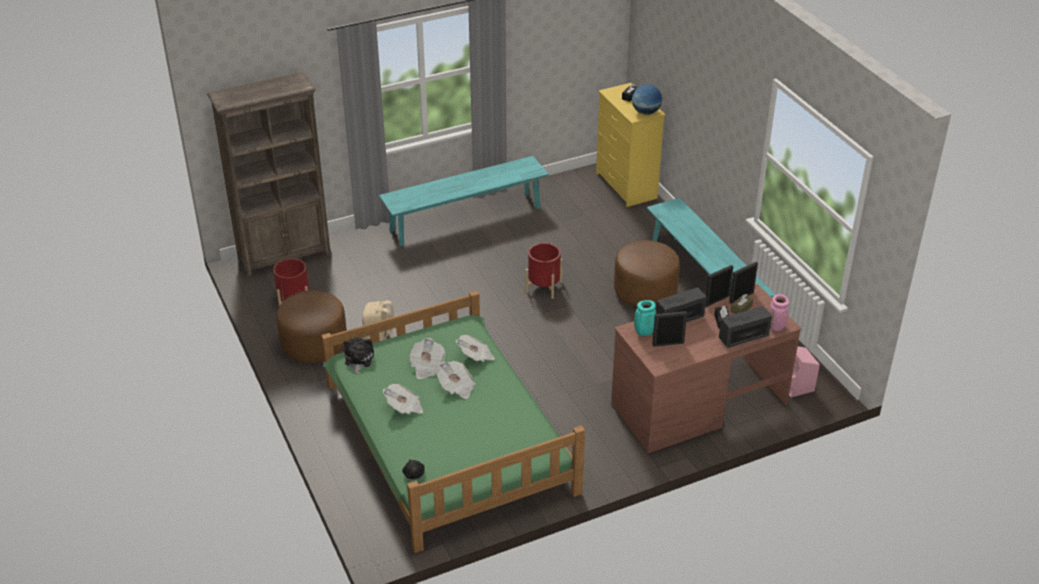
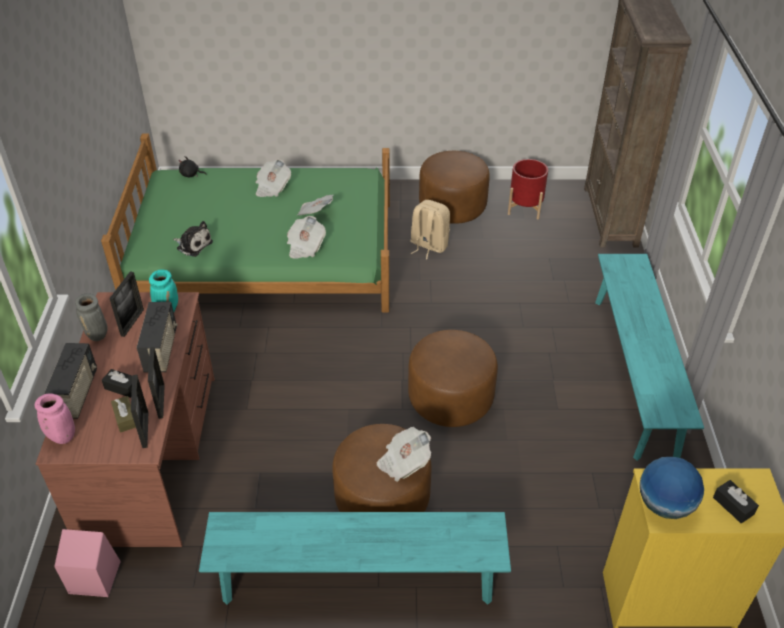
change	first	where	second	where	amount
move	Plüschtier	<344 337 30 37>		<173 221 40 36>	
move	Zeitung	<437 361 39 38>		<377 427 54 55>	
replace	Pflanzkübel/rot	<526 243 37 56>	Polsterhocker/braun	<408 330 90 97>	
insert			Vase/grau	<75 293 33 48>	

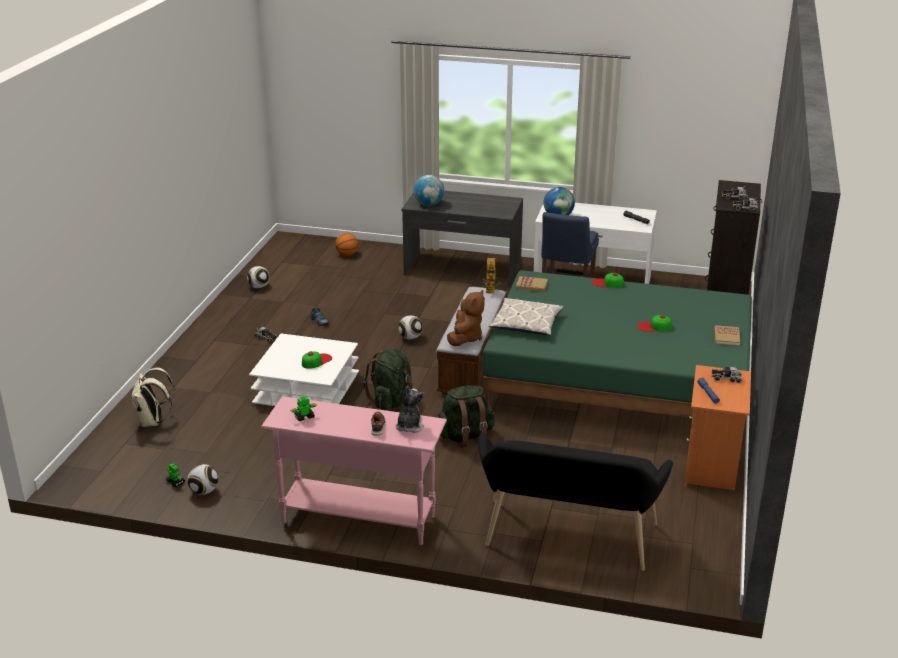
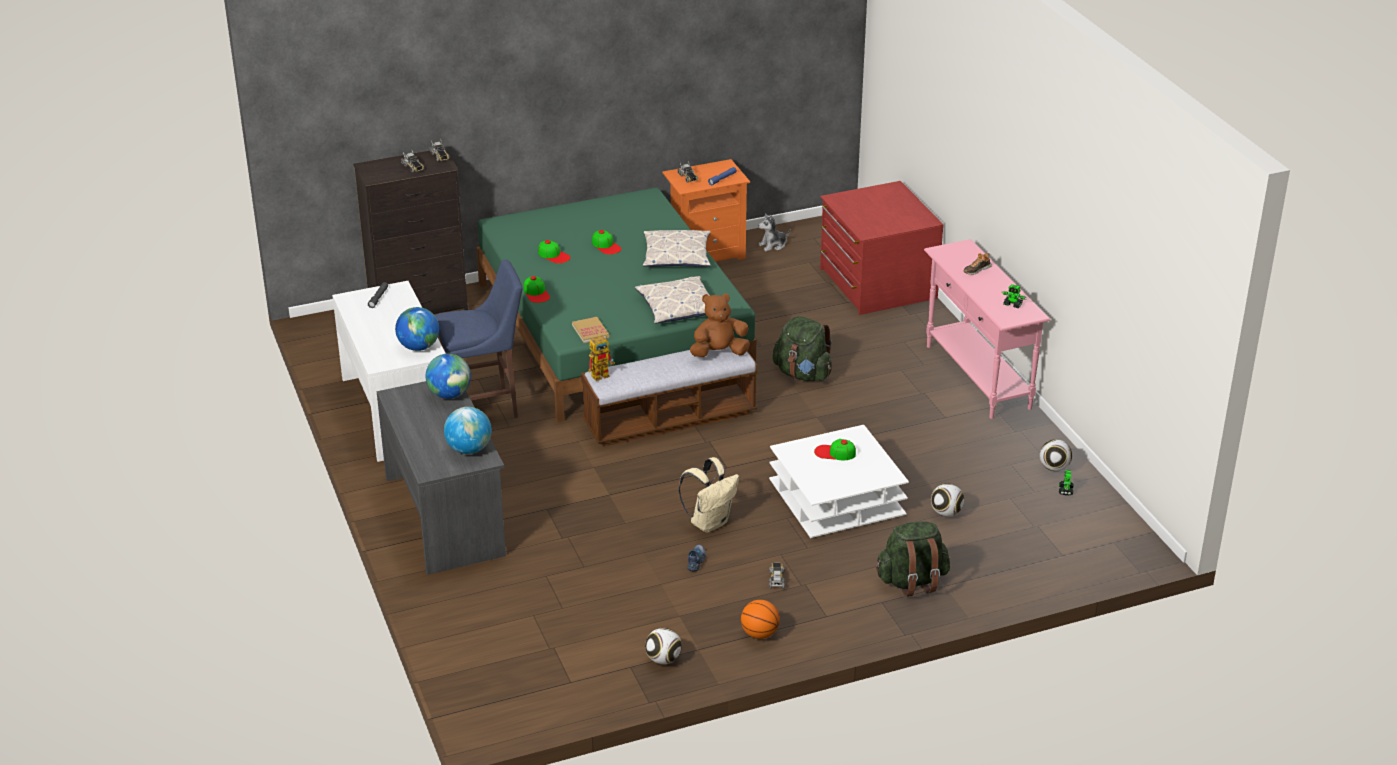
change	first	where	second	where	amount
move	Rucksack/beige	<132 368 43 59>		<679 457 60 75>	
move	Basketball	<335 233 24 23>		<741 600 39 39>	
move	Rucksack/grün	<363 348 50 62>		<876 522 74 75>	
move	Plüschtier	<396 386 28 47>		<758 213 32 38>	
move	Fußball	<398 315 25 25>		<931 483 33 33>	
replace	Bank/schwarz	<478 434 195 137>	Kommode/rot	<820 181 124 134>	
delete	Buch	<714 325 26 21>			
insert			Globus	<426 354 45 45>	
insert			Kappe	<538 240 33 24>	
insert			Kissen	<643 230 68 37>	

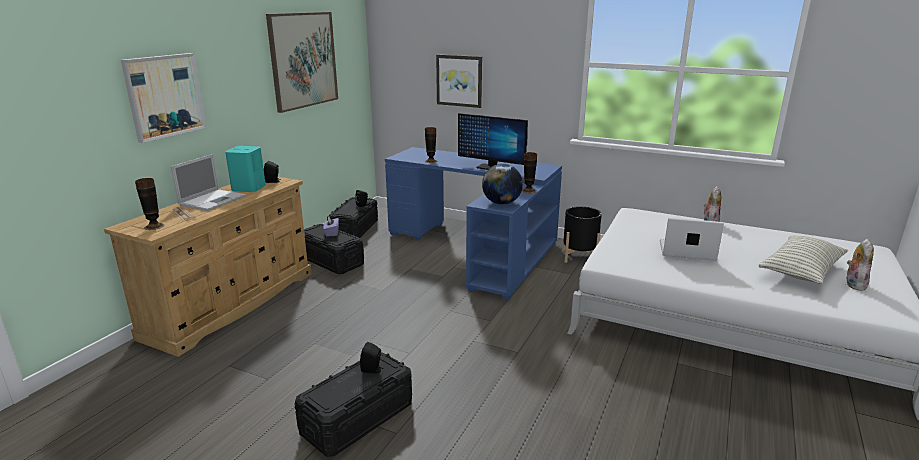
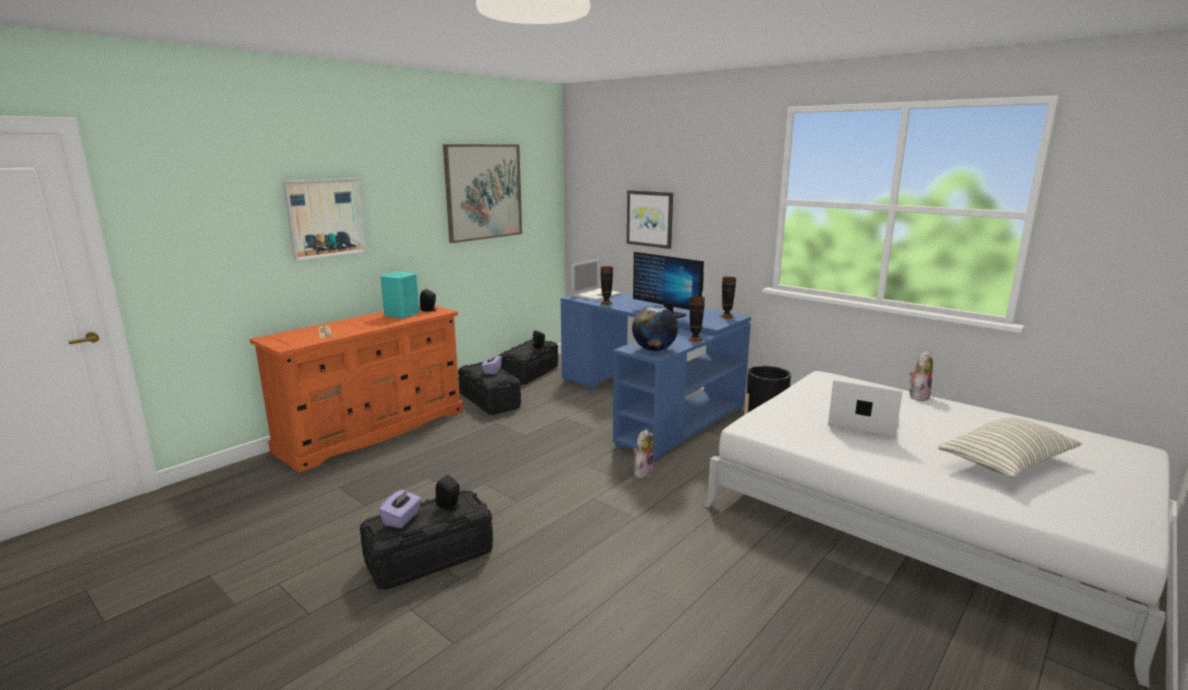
change	first	where	second	where	amount
recolor	Kommode/beige	<104 177 208 180>	Kommode/orange	<250 304 213 169>	
move	Vase	<135 178 30 52>		<719 277 17 42>	
move	Laptop	<171 154 75 57>		<572 259 50 42>	
move	Plüschtier	<847 239 27 52>		<633 429 21 49>	
insert			Taschentuchbox/lila	<379 490 43 38>	

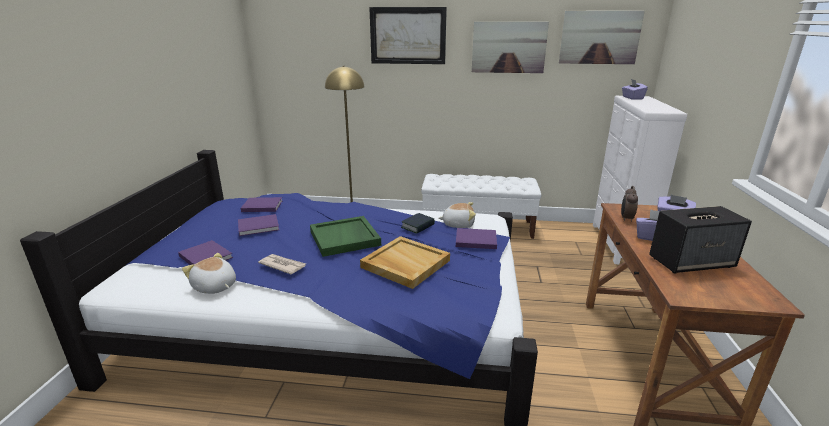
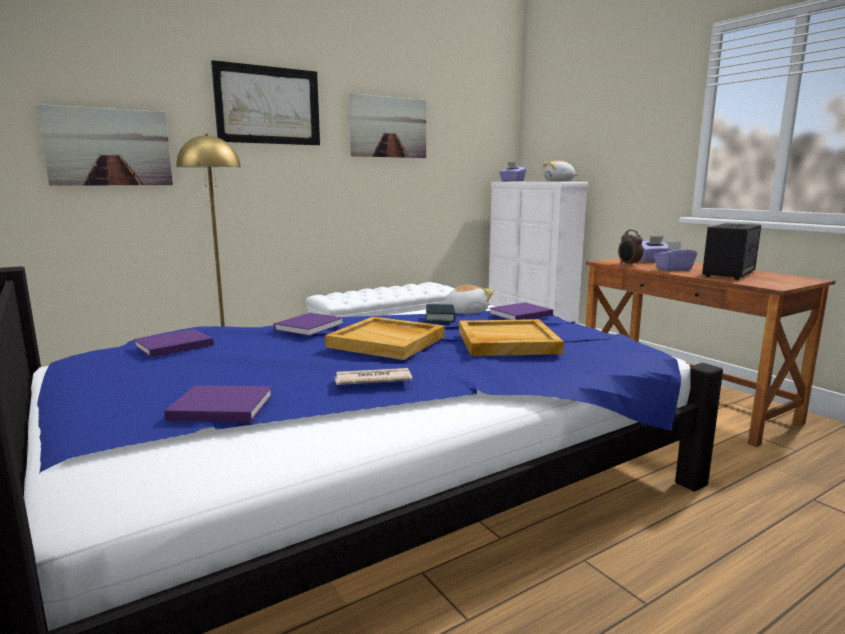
change	first	where	second	where	amount
move	Plüschtier	<182 253 54 41>		<543 160 35 21>	
move	Buch/lila	<238 214 41 22>		<274 313 70 23>	
recolor	Tablett/grün	<310 216 71 41>	Tablett/beige	<325 317 120 43>	
move	Bild	<559 11 86 53>		<37 104 136 82>	

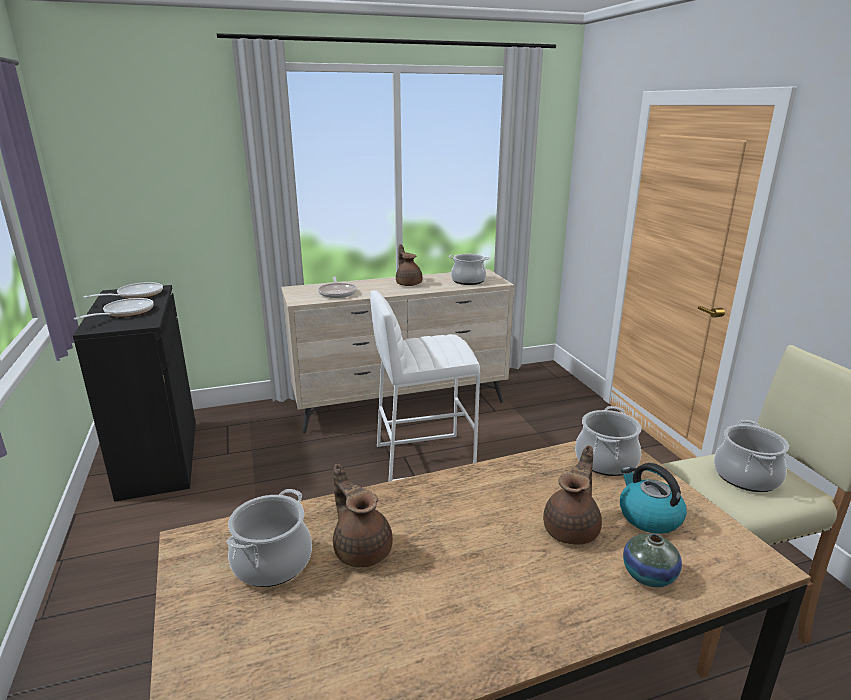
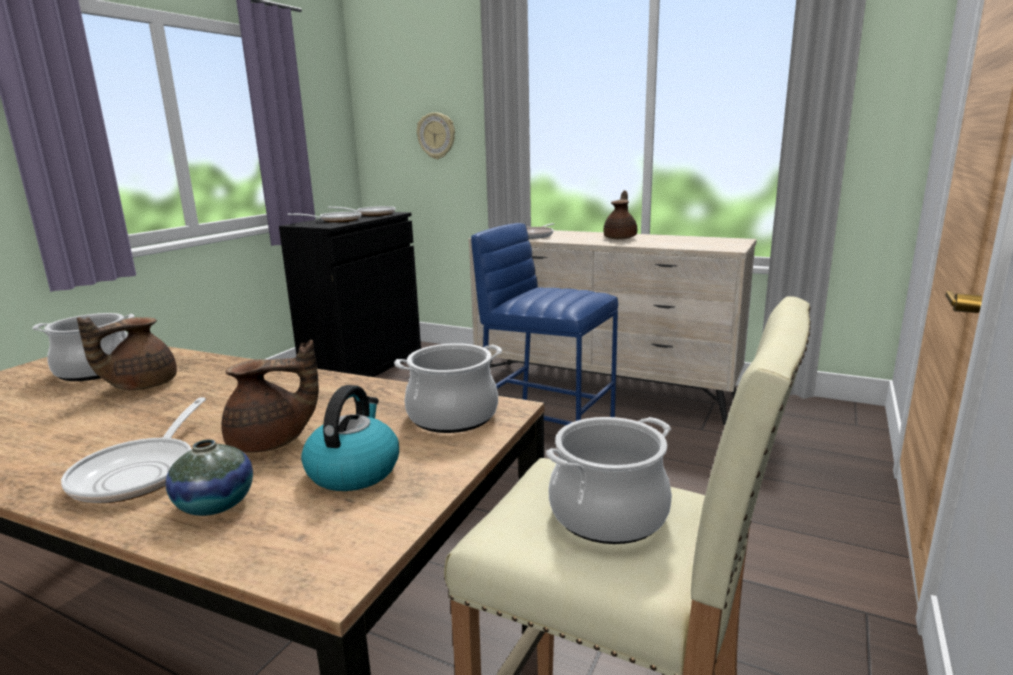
change	first	where	second	where	amount
rotate	Teekanne/braun	<333 464 60 103>		<77 317 100 73>	150 degrees counterclockwise
recolor	Hocker/weiß	<370 290 110 192>	Hocker/blau	<471 223 147 202>	
delete	Kochtopf	<449 254 41 31>			
insert			Pfanne	<61 397 145 106>	
insert			Wanduhr	<417 112 38 47>	

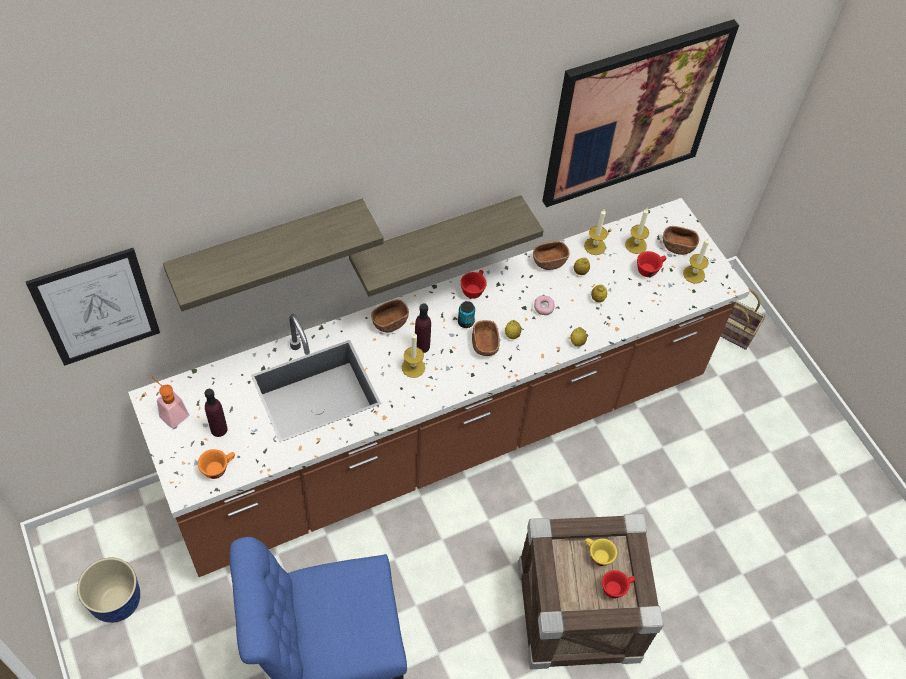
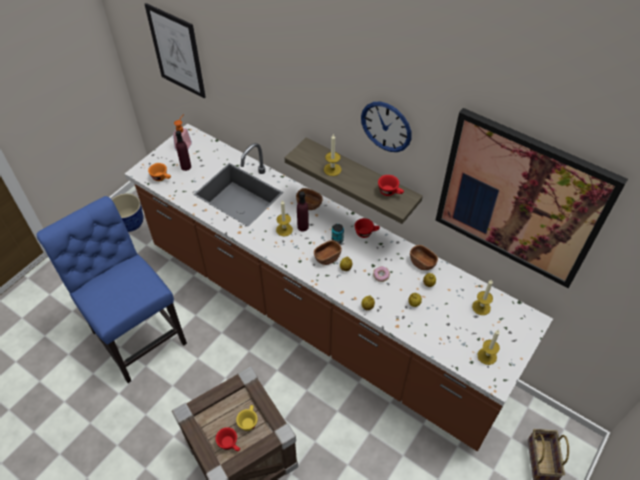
change	first	where	second	where	amount
delete	Wandregal	<163 199 221 112>			
move	Kerze	<584 209 24 46>		<324 134 17 42>	
move	Tasse/rot	<637 251 29 26>		<378 175 26 21>	
delete	Schüssel/braun	<663 226 36 29>			
insert			Wanduhr	<361 102 51 50>	

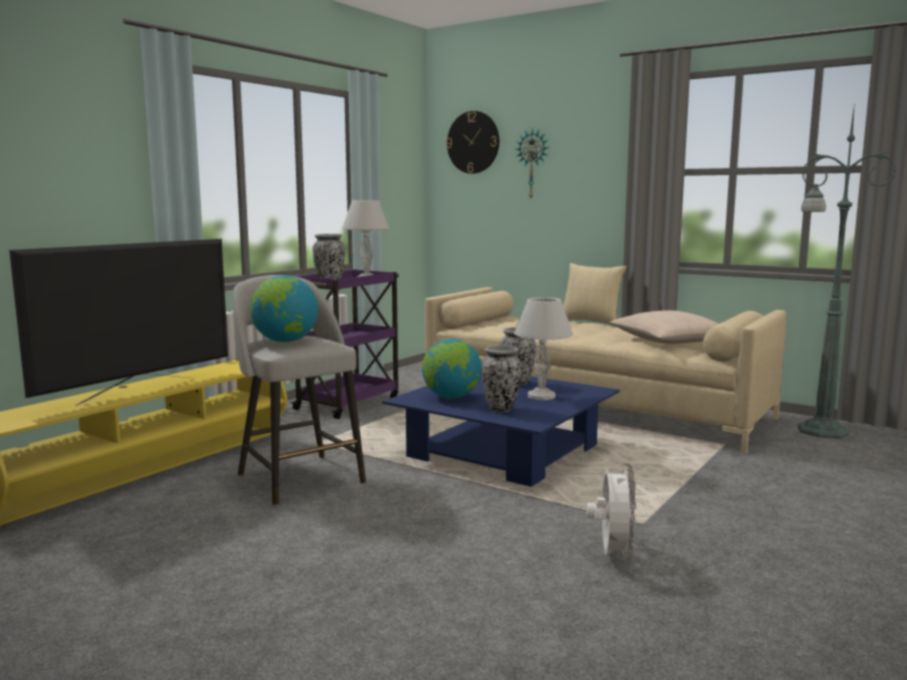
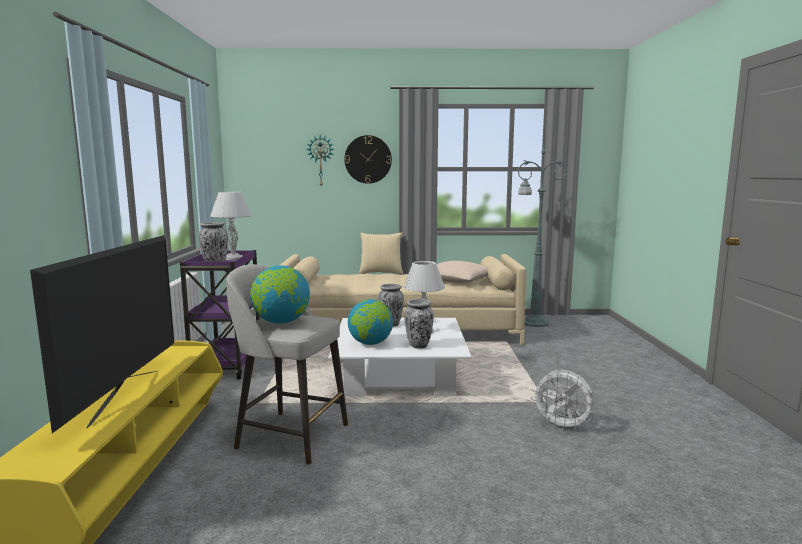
change	first	where	second	where	amount
recolor	Couchtisch/blau	<382 372 238 115>	Couchtisch/weiß	<328 318 143 78>	
move	Wanduhr	<446 111 53 63>		<344 135 48 49>	
rotate	Ventilator/weiß	<586 464 51 99>		<531 370 64 61>	150 degrees clockwise

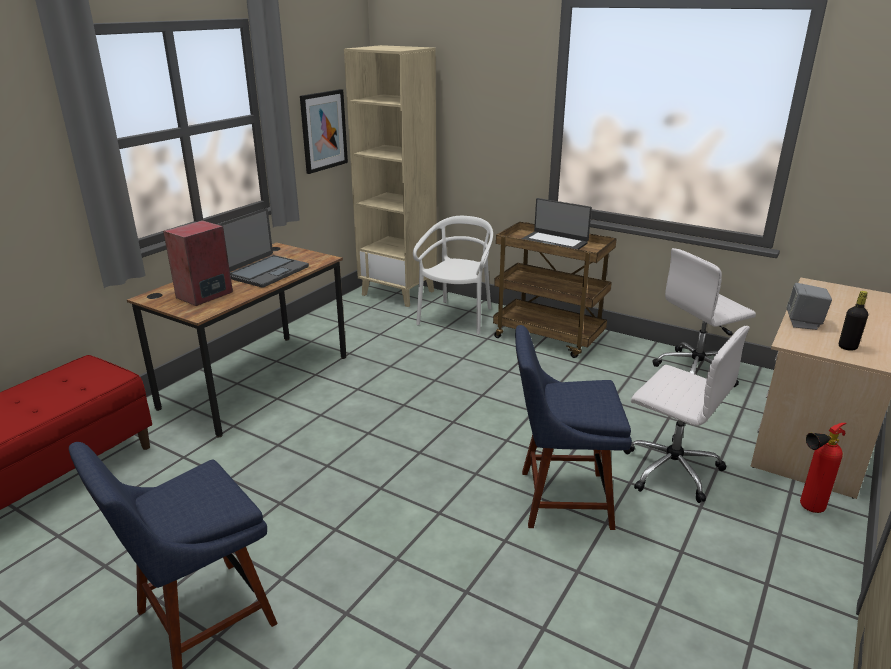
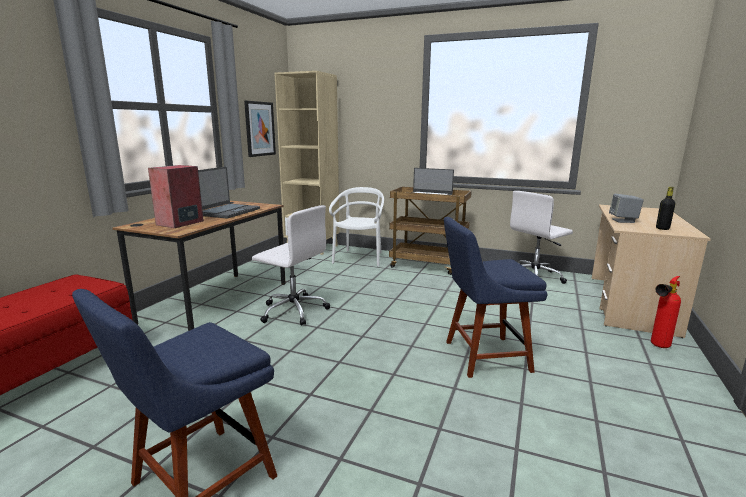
change	first	where	second	where	amount
move	Bürostuhl/weiß	<624 326 126 177>		<252 205 78 121>	

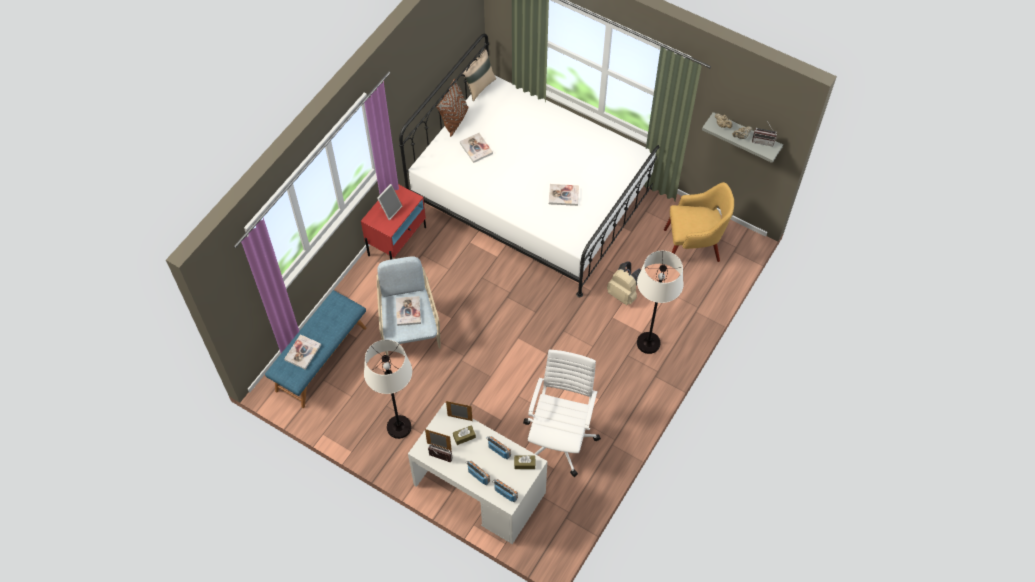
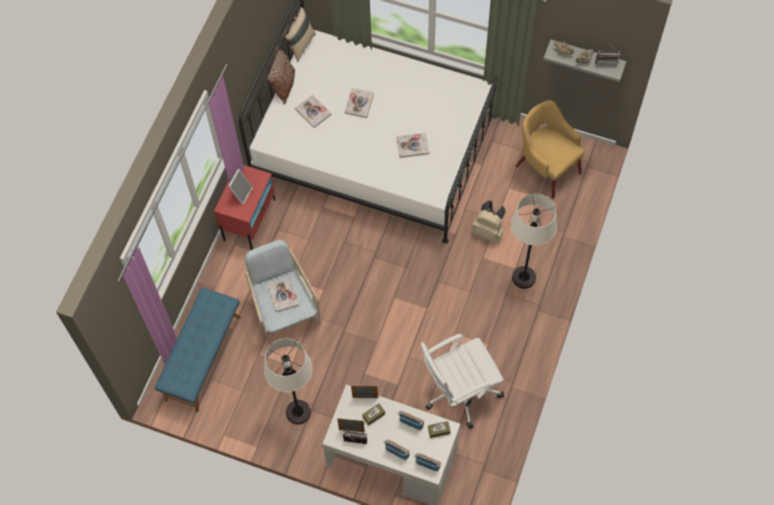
change	first	where	second	where	amount
move	Buch	<284 334 37 36>		<344 88 30 30>	
rotate	Bürostuhl/weiß	<523 349 78 128>		<420 334 84 95>	120 degrees counterclockwise
rotate	Sessel/gelb	<664 182 70 80>		<515 100 70 99>	120 degrees counterclockwise

